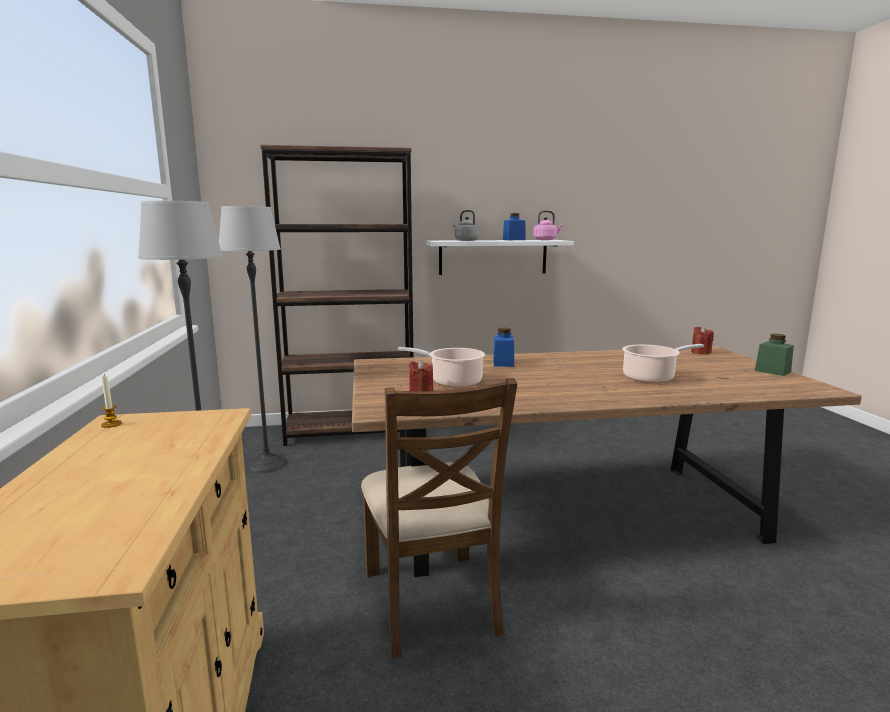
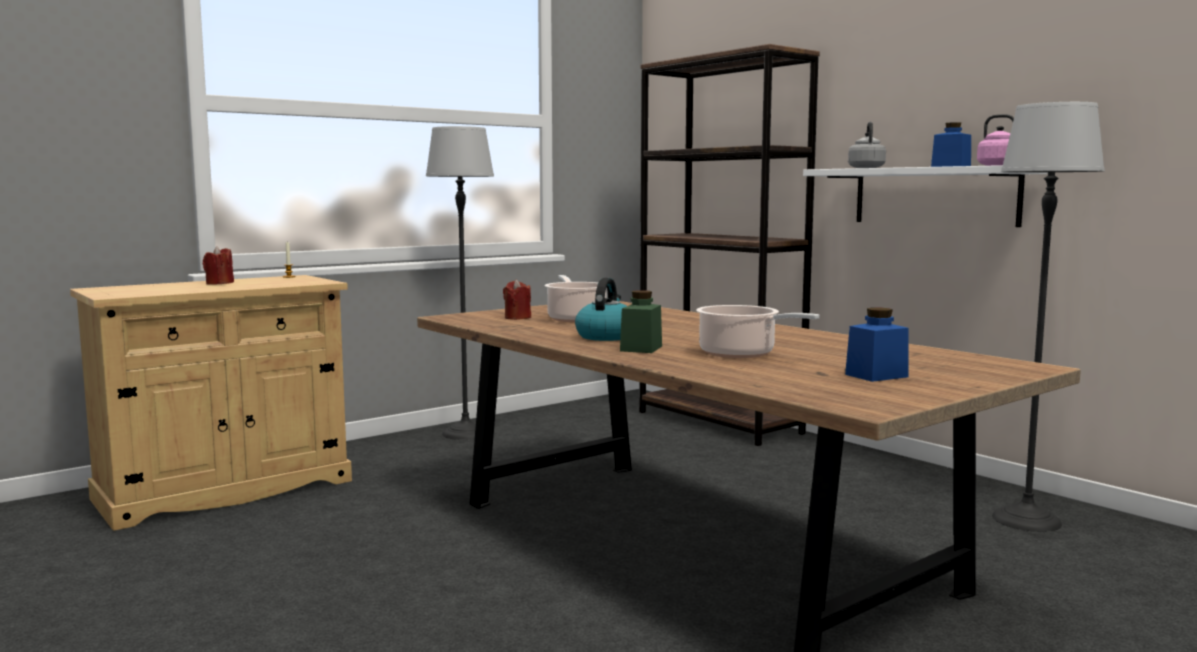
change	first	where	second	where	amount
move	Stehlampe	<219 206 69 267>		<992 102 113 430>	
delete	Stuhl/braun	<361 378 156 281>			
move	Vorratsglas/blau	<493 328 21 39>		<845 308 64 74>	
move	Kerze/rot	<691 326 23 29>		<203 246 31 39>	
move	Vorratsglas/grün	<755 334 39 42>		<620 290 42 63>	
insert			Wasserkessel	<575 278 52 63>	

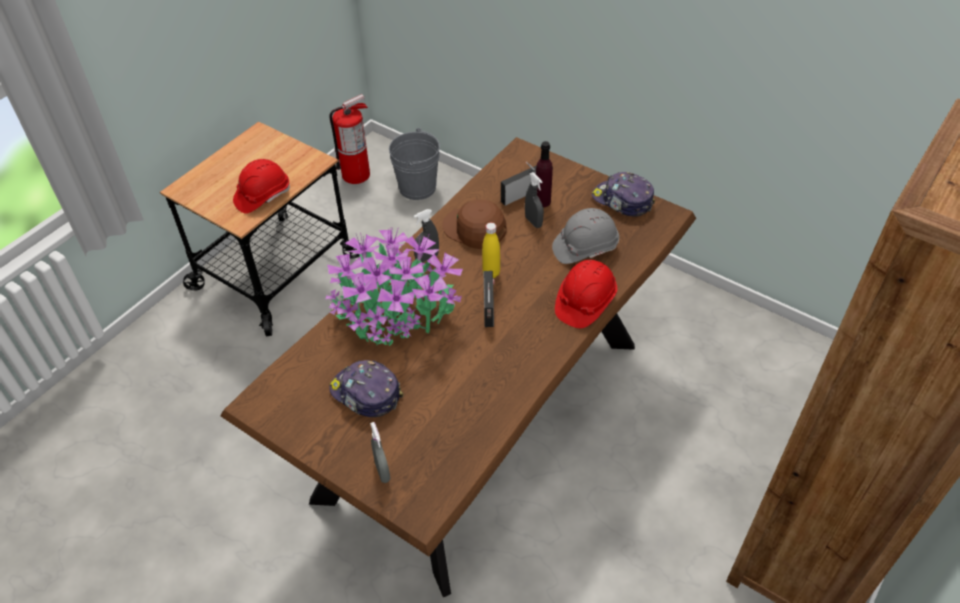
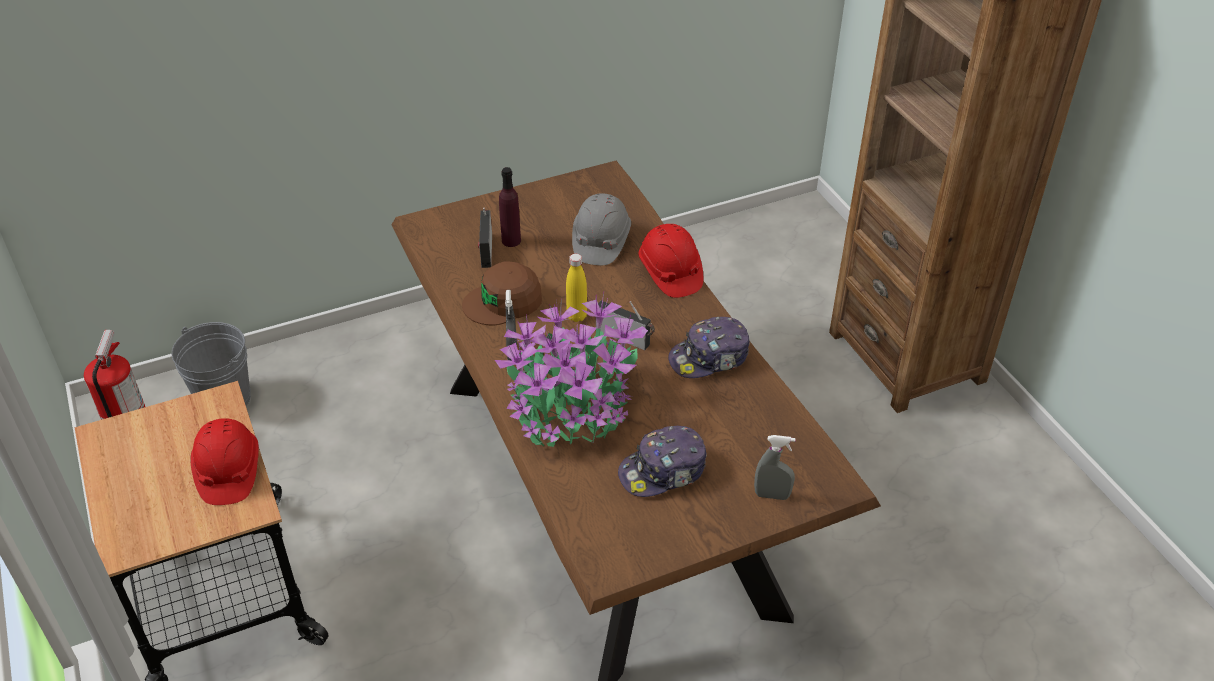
change	first	where	second	where	amount
delete	Sprühflasche/grau	<525 172 19 56>			
move	Kappe	<592 172 63 44>		<668 317 82 61>	

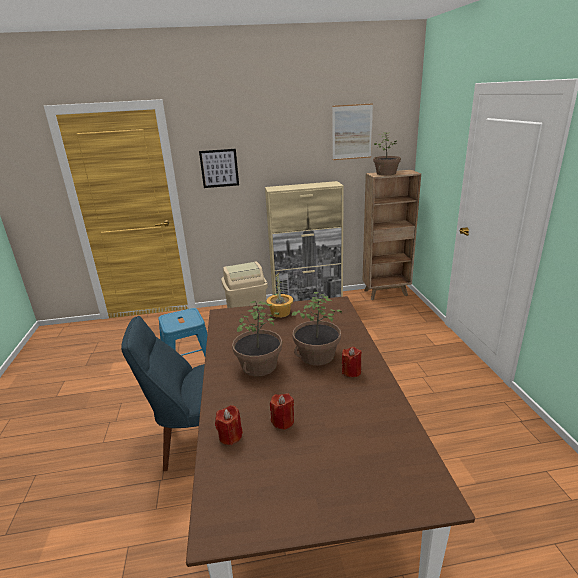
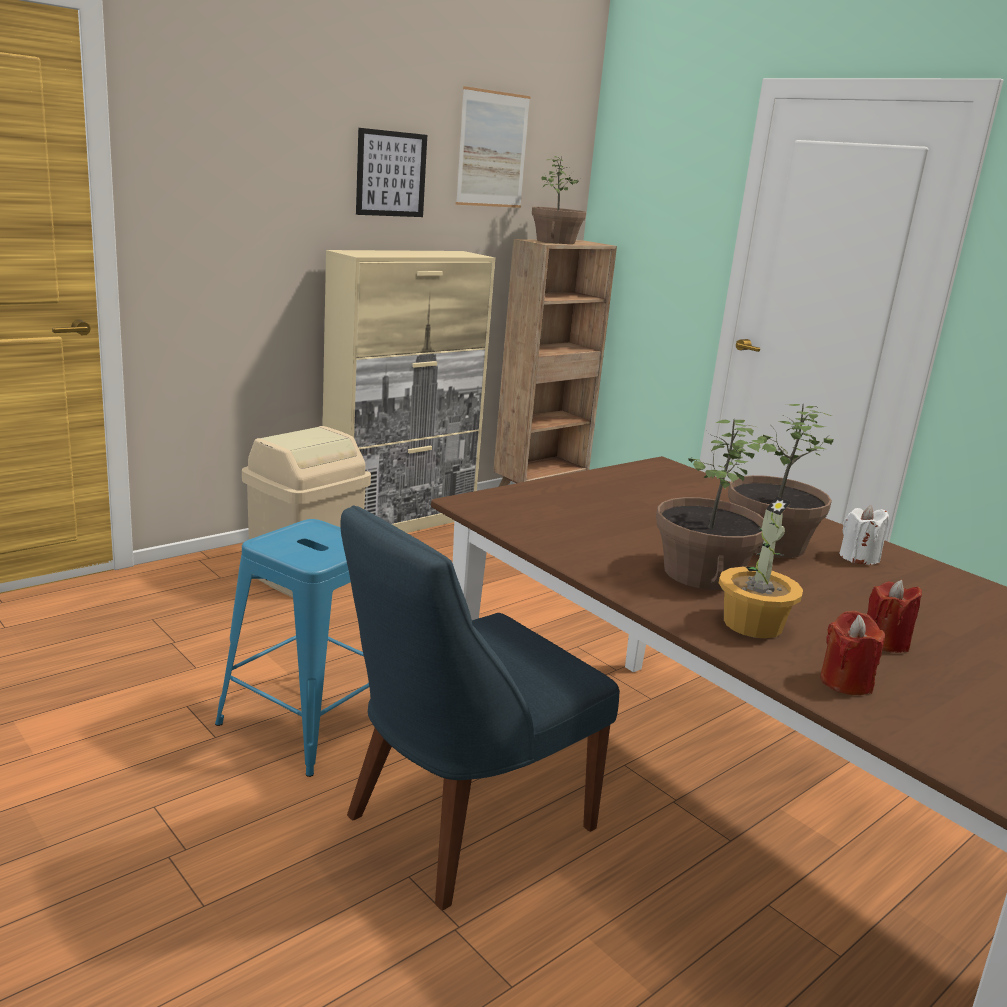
change	first	where	second	where	amount
move	Bild	<199 149 40 39>		<356 128 71 89>	
move	Topfpflanze	<266 272 27 46>		<719 496 84 143>	
recolor	Kerze/rot	<342 347 20 30>	Kerze/weiß	<839 505 50 60>	

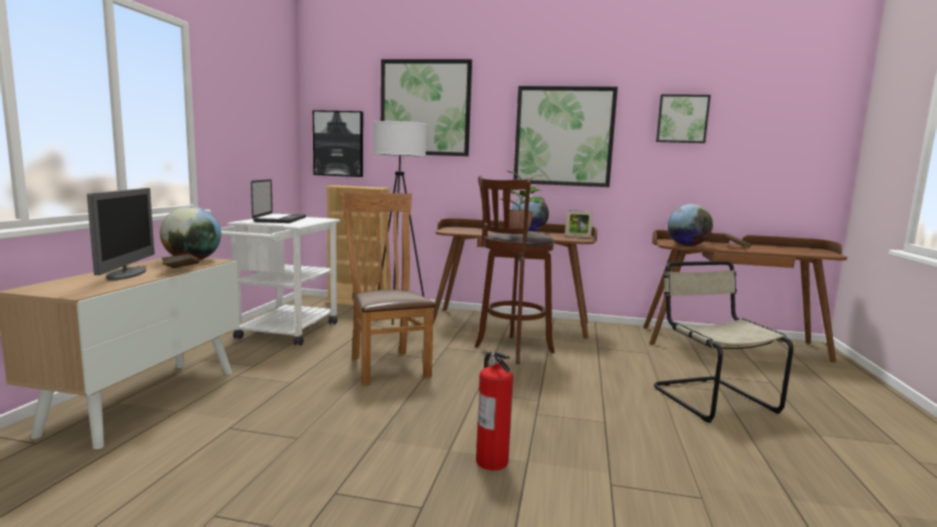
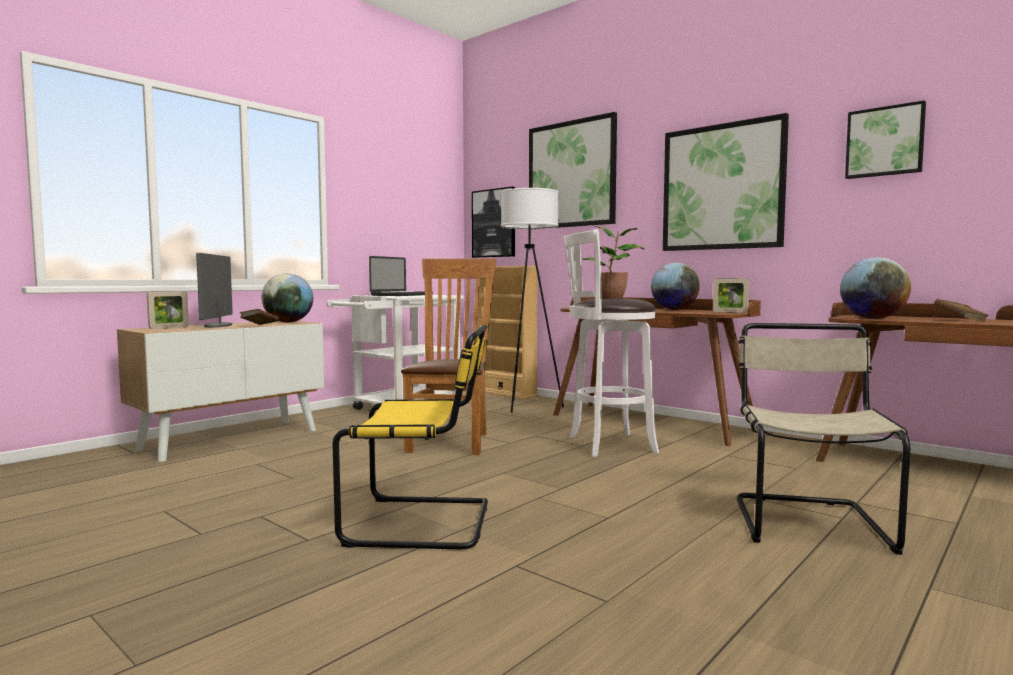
change	first	where	second	where	amount
rotate	Monitor	<87 188 68 92>		<196 253 37 75>	150 degrees clockwise
recolor	Hocker/braun	<475 176 80 188>	Hocker/weiß	<563 229 96 228>	
replace	Feuerlöscher	<476 352 37 119>	Stuhl/gelb	<333 324 155 225>	
insert			Bilderrahmen	<147 291 42 38>	

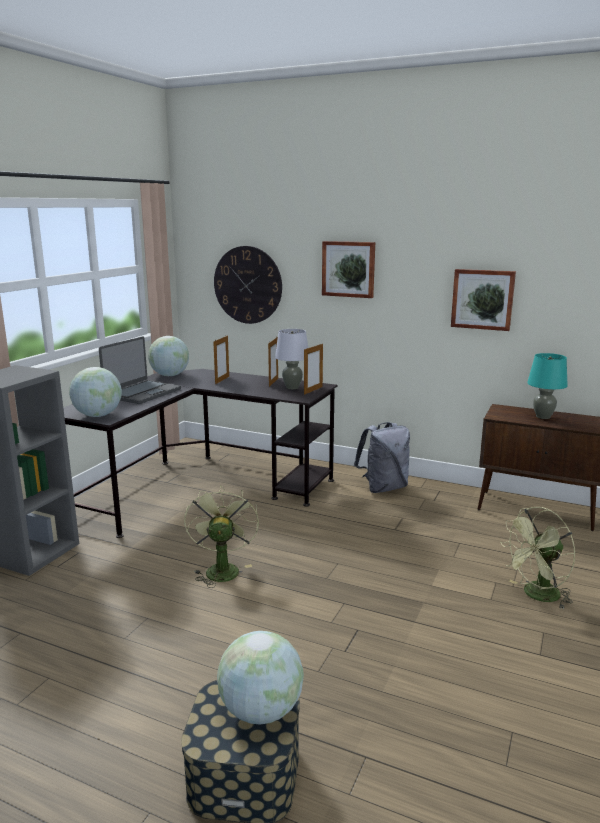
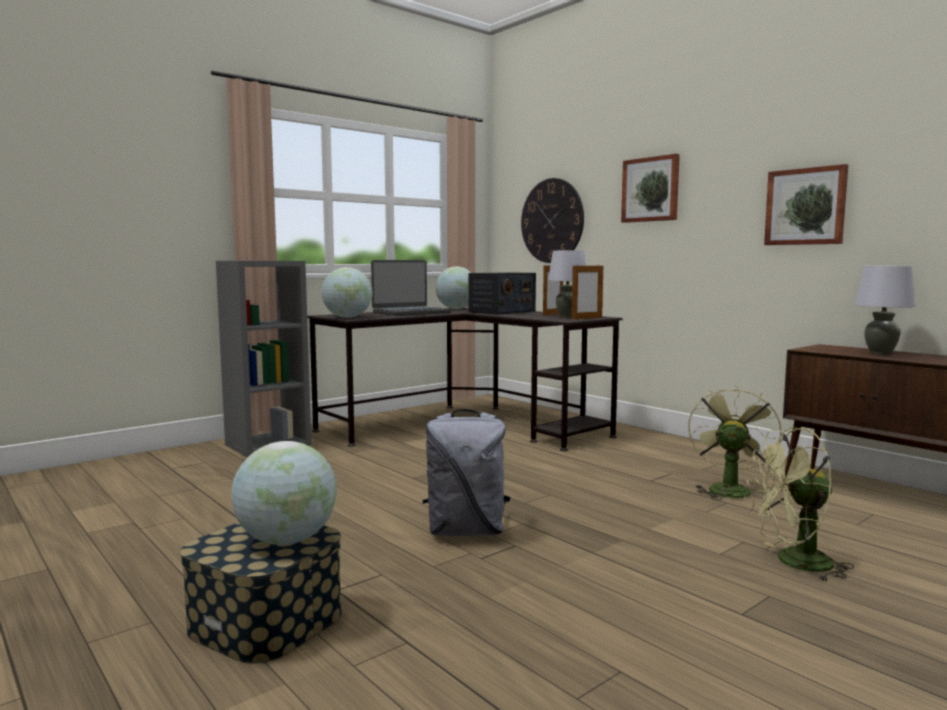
change	first	where	second	where	amount
move	Ventilator/grün	<184 485 75 103>		<688 384 94 116>	
replace	Bilderrahmen	<213 335 16 49>	Radio	<468 272 68 43>	
move	Rucksack/grau	<354 422 56 71>		<423 409 88 127>	
recolor	Tischlampe/türkis	<527 353 41 66>	Tischlampe/grau	<855 266 61 89>	

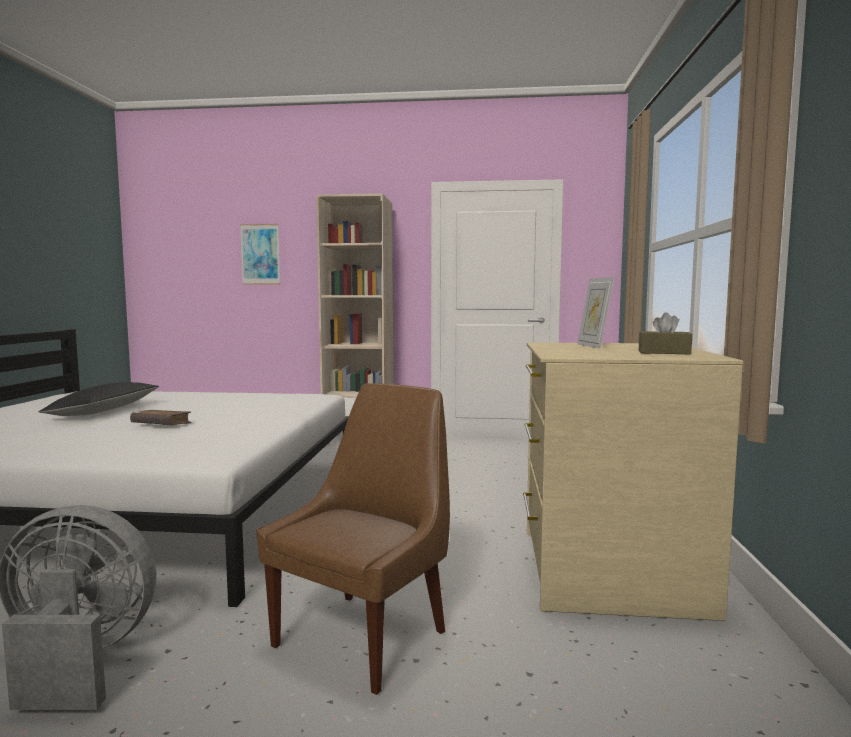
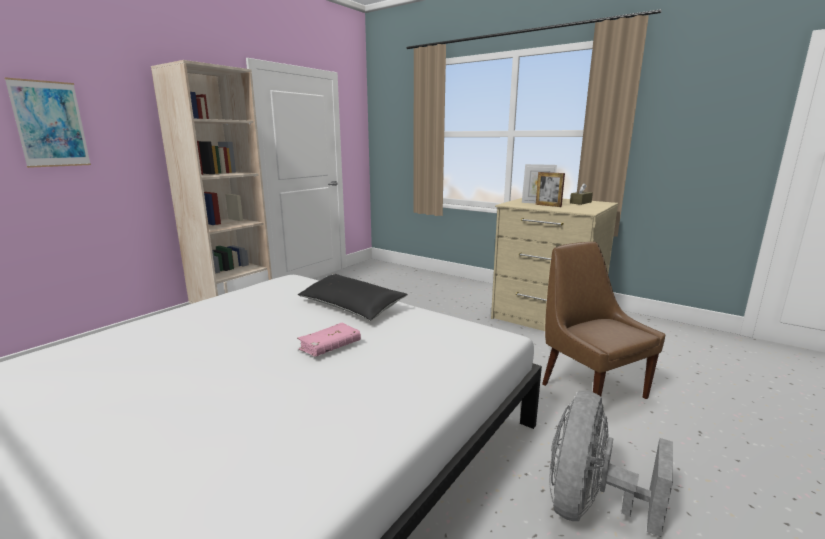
change	first	where	second	where	amount
move	Kissen/schwarz	<39 382 120 34>		<298 274 110 47>	
recolor	Buch/braun	<130 410 62 15>	Buch/rosa	<297 323 64 34>	
insert			Bilderrahmen	<536 172 29 35>	

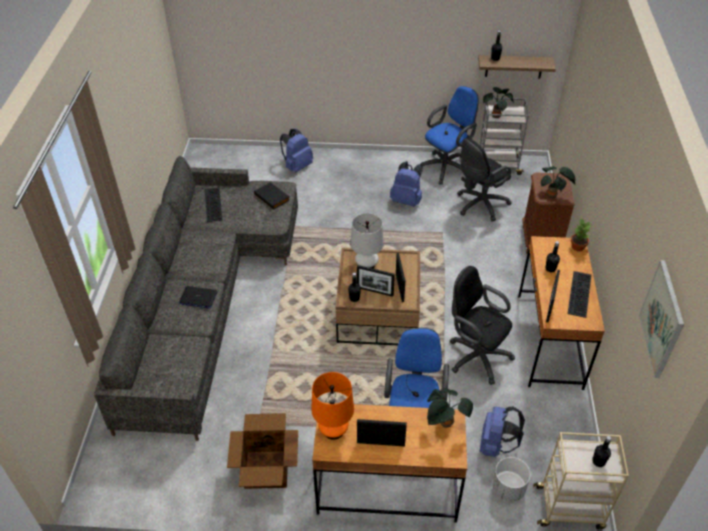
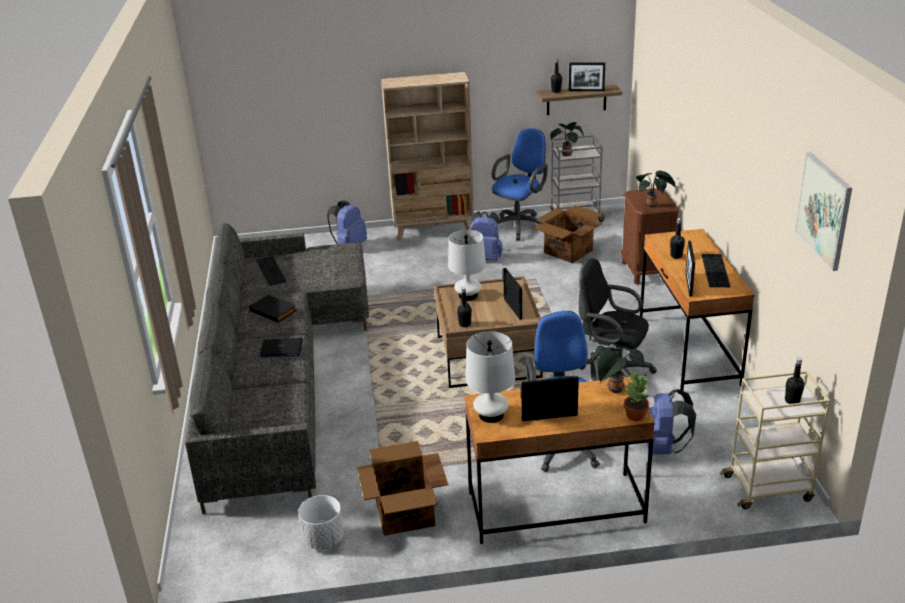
change	first	where	second	where	amount
move	Buch/schwarz	<254 182 36 27>		<249 295 48 28>	
recolor	Tischlampe/orange	<311 372 43 68>	Tischlampe/weiß	<465 331 50 92>	
move	Bilderrahmen	<357 265 38 32>		<569 62 36 29>	
replace	Bürostuhl/schwarz	<458 138 54 84>	Karton	<534 205 69 58>	
move	Pflanzkübel/weiß	<492 457 38 44>		<298 495 46 54>	
move	Topfpflanze	<571 219 20 32>		<624 370 25 51>	
insert			Bücherregal/beige	<381 72 93 169>	

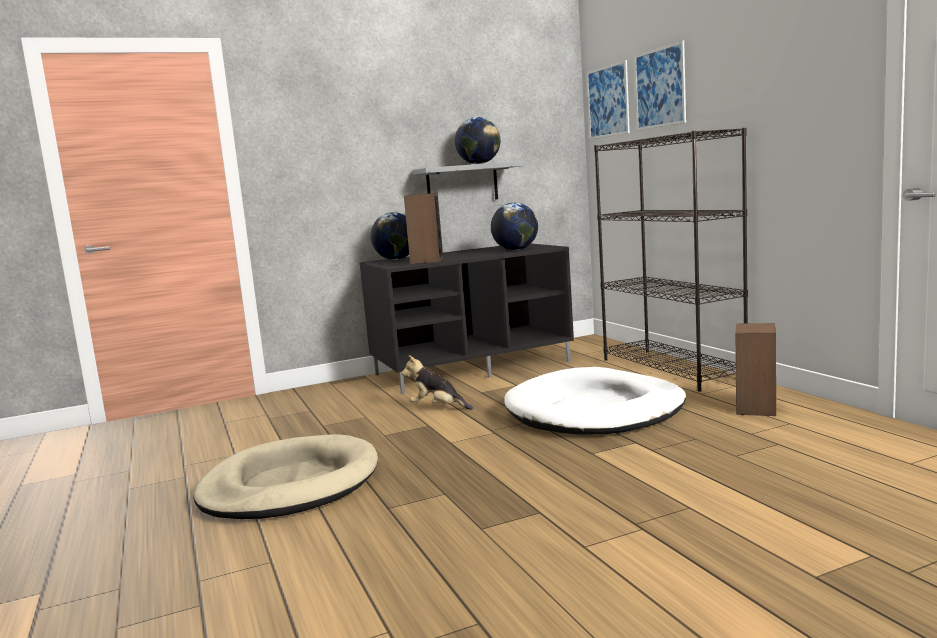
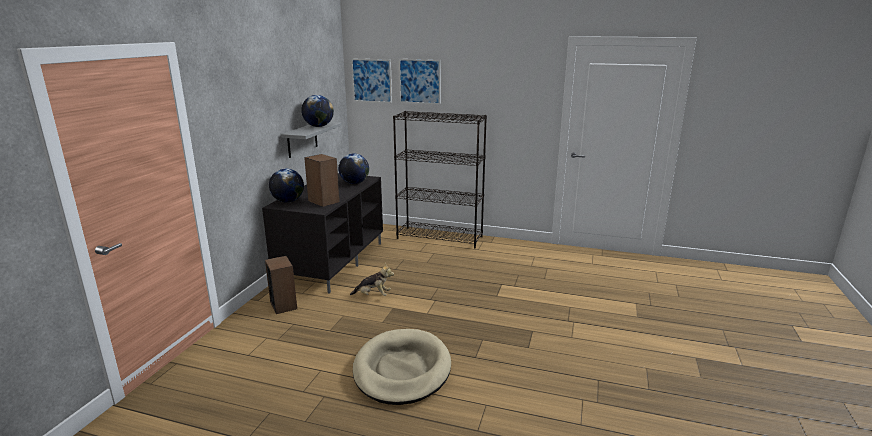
change	first	where	second	where	amount
rotate	Plüschtier	<402 355 72 55>		<350 263 44 33>	150 degrees counterclockwise
delete	Hundebett/weiß	<504 367 182 67>			
move	Lautsprecher	<735 323 41 93>		<265 256 32 58>	

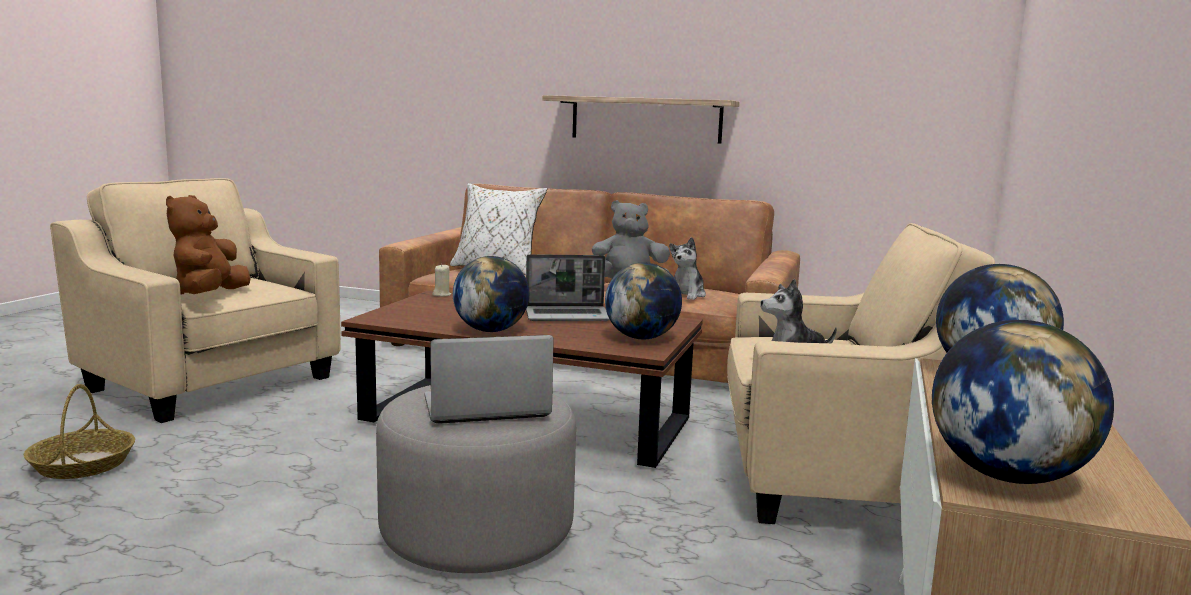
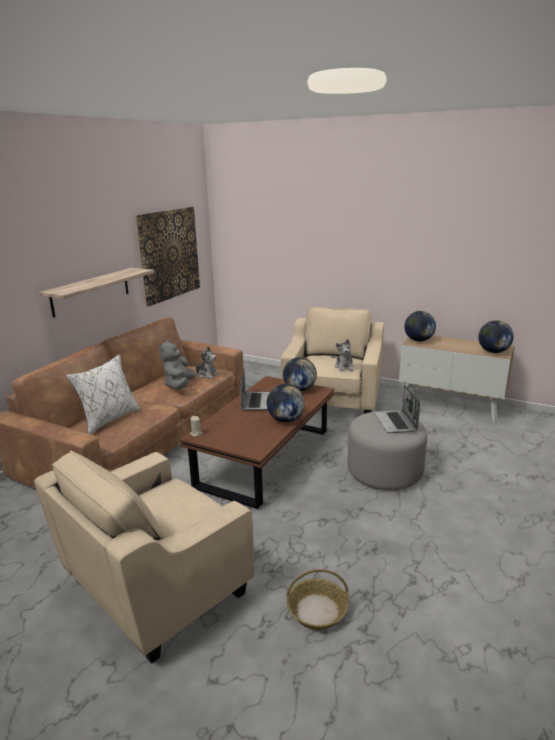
change	first	where	second	where	amount
delete	Plüschtier/braun	<166 195 85 100>			
insert			Bild	<135 207 65 100>	

